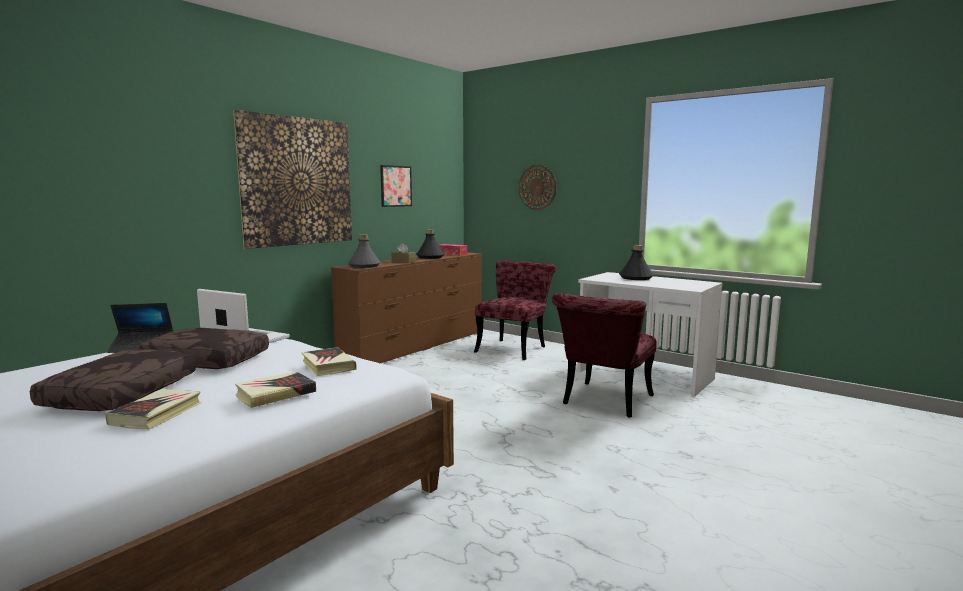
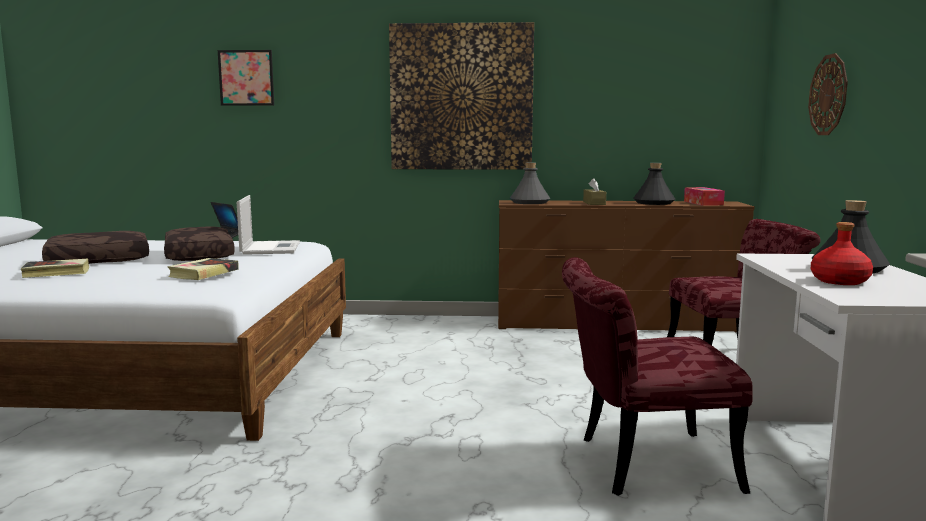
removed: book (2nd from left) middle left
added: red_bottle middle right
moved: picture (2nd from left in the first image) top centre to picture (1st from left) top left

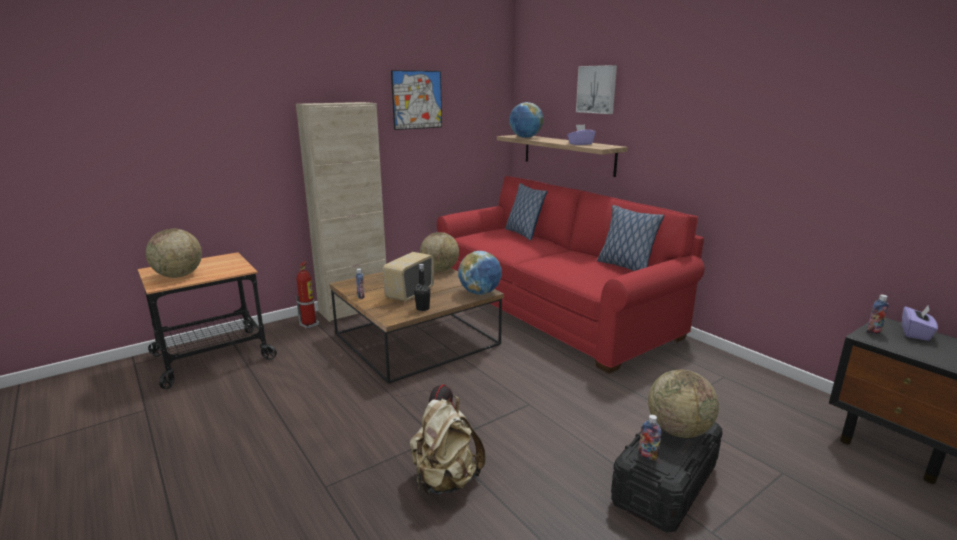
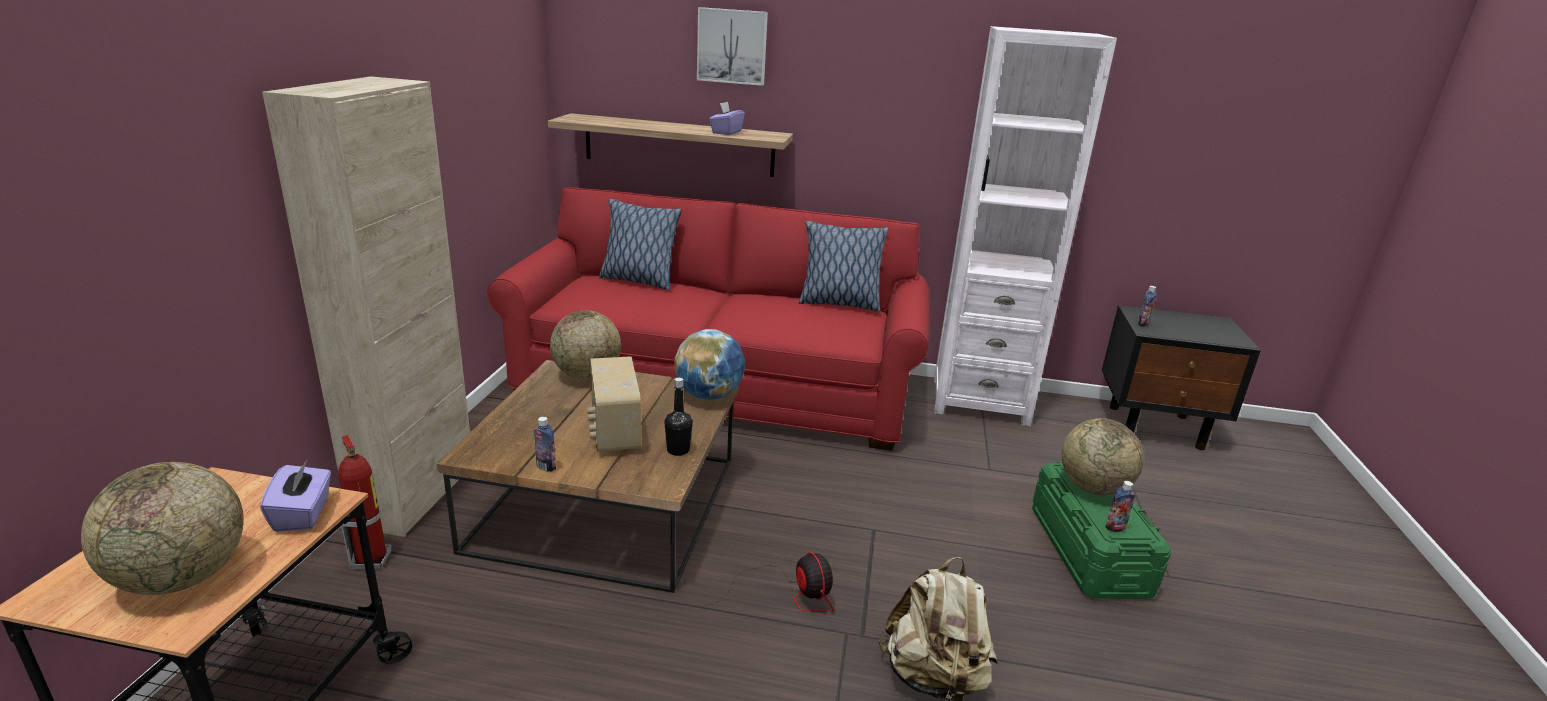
removed: picture (1st from left) top centre; globe (4th from left) top centre
added: white_bookcase top centre
moved: purple_tissue_box (2nd from left in the first image) middle right to purple_tissue_box (1st from left) bottom left
recoloured: black_storage_box bottom right to green_storage_box bottom right

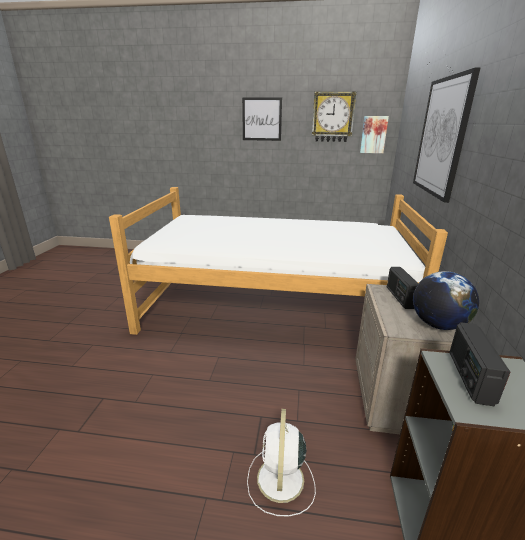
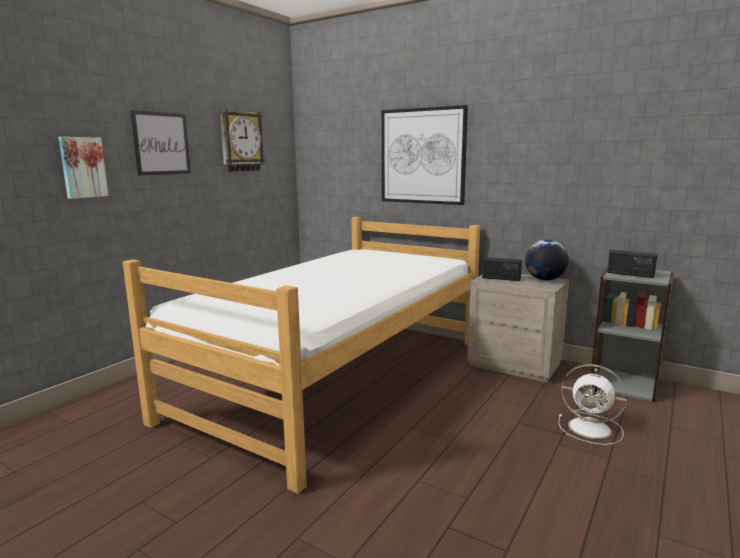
moved: picture (2nd from left in the first image) top right to picture (1st from left) top left

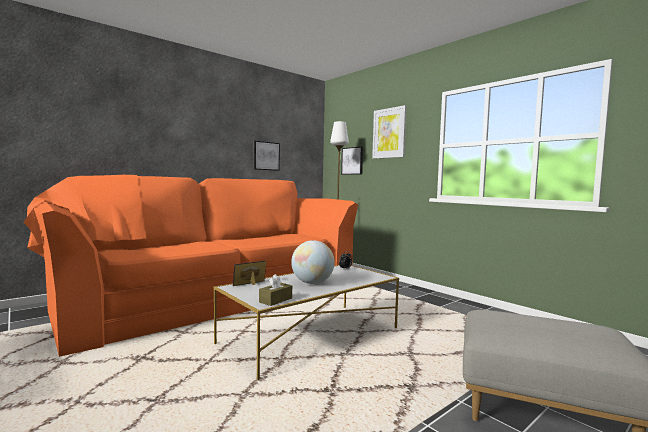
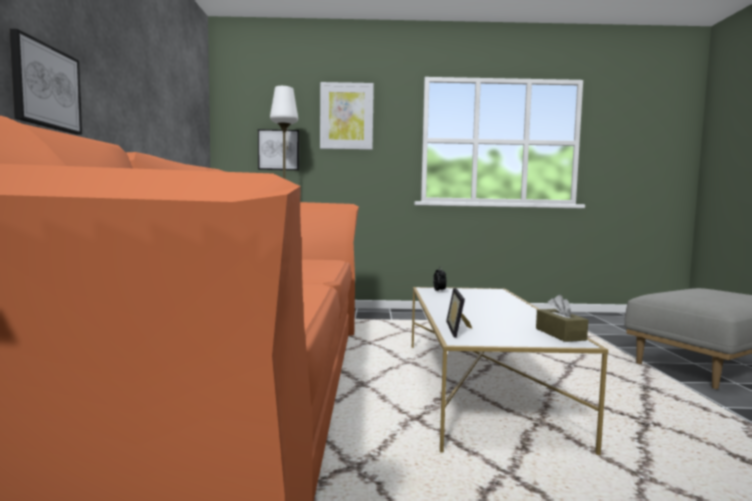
removed: globe centre
moved: picture (1st from left) centre to top left

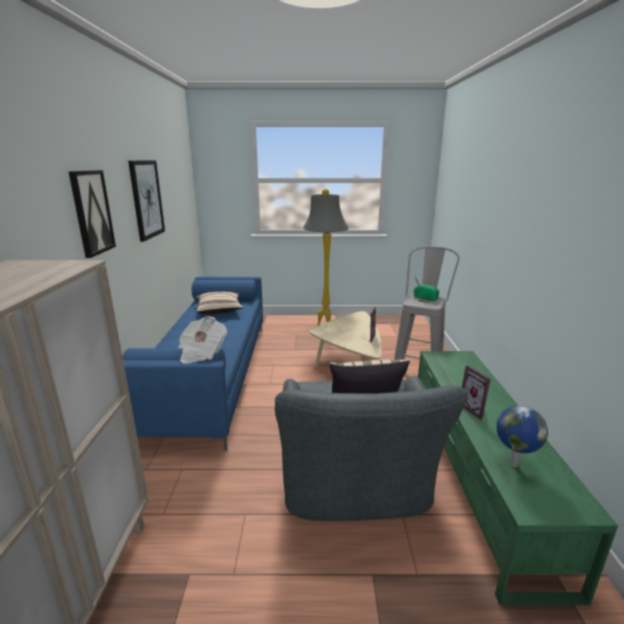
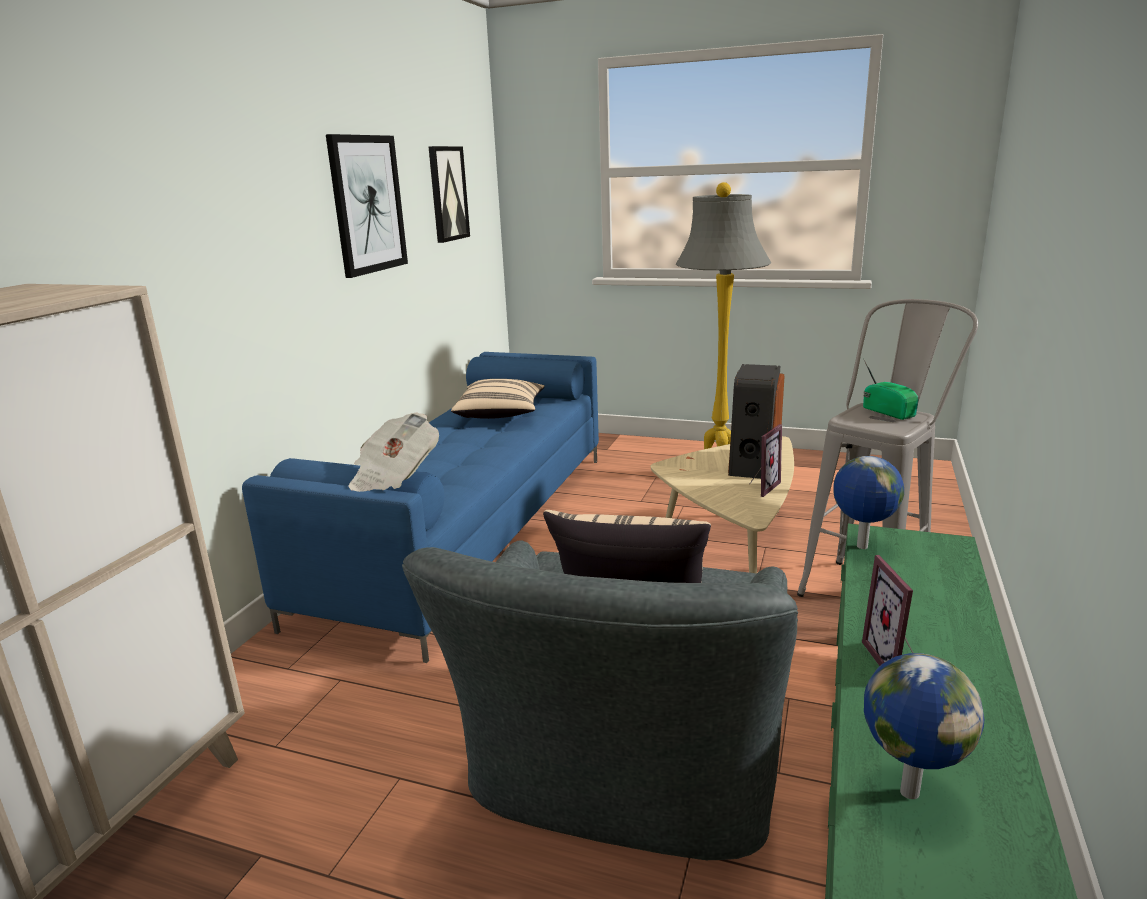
added: speaker centre; globe (1st from left) middle right
moved: picture (1st from left in the first image) middle left to picture (2nd from left) top centre

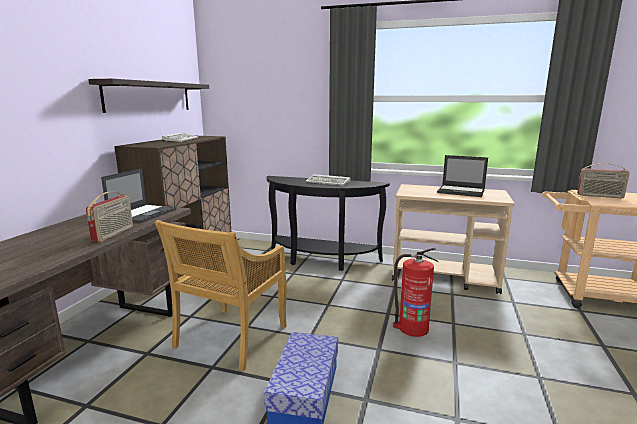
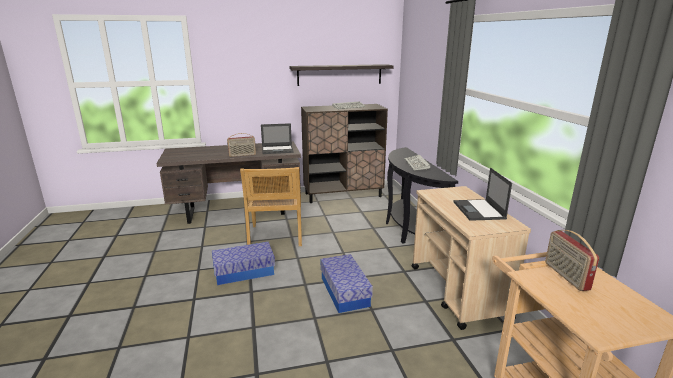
replaced: fire_extinguisher bottom centre to storage_box (2nd from left) bottom centre
turned: beige_chair bottom centre = centre 90 degrees counterclockwise

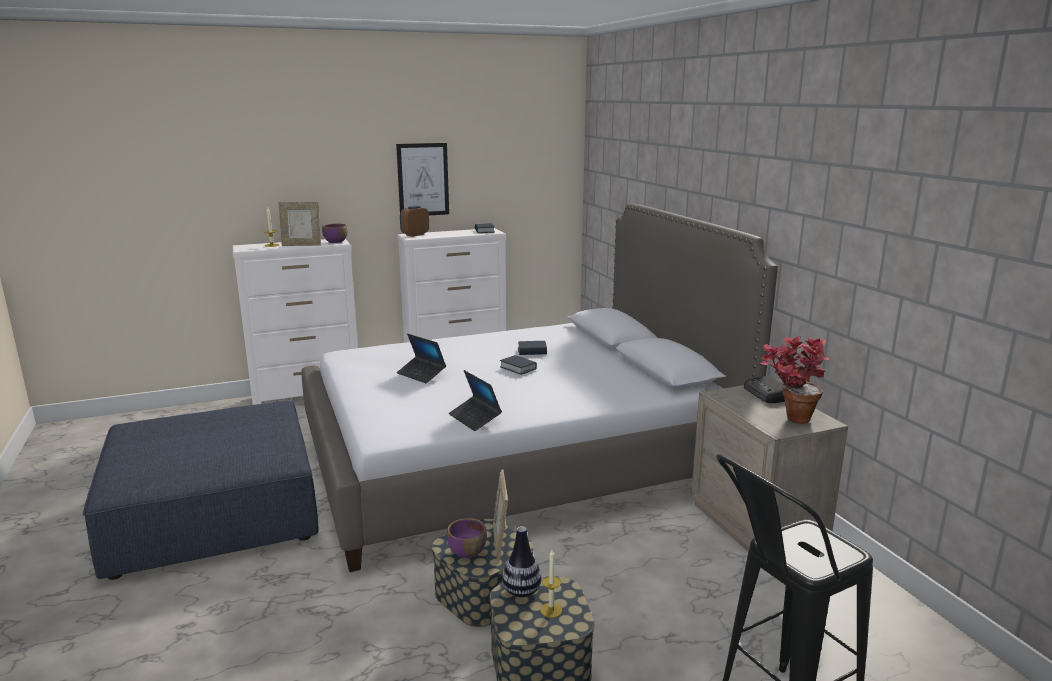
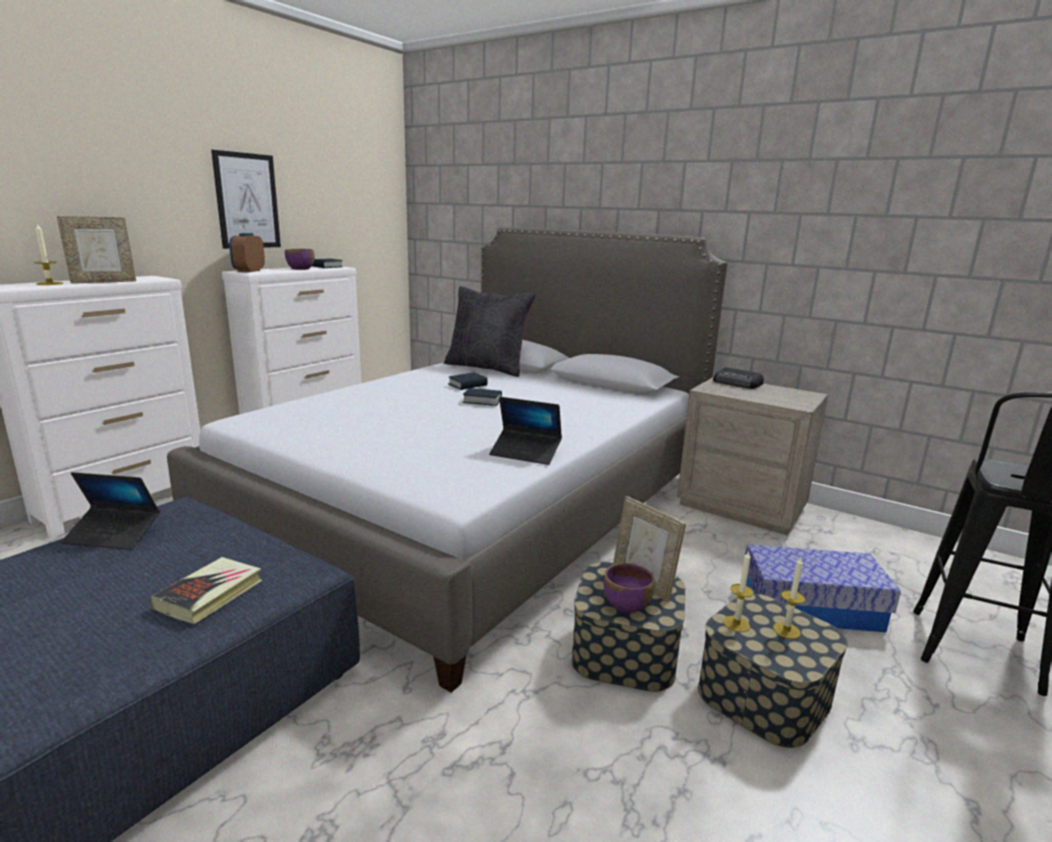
removed: potted_plant middle right
added: book (1st from left) bottom left; black_pillow centre; storage_box (3rd from left) bottom right
moved: purple_bowl (1st from left) middle left to top left; laptop (1st from left) centre to middle left
replaced: vase bottom centre to candle (2nd from left) bottom right

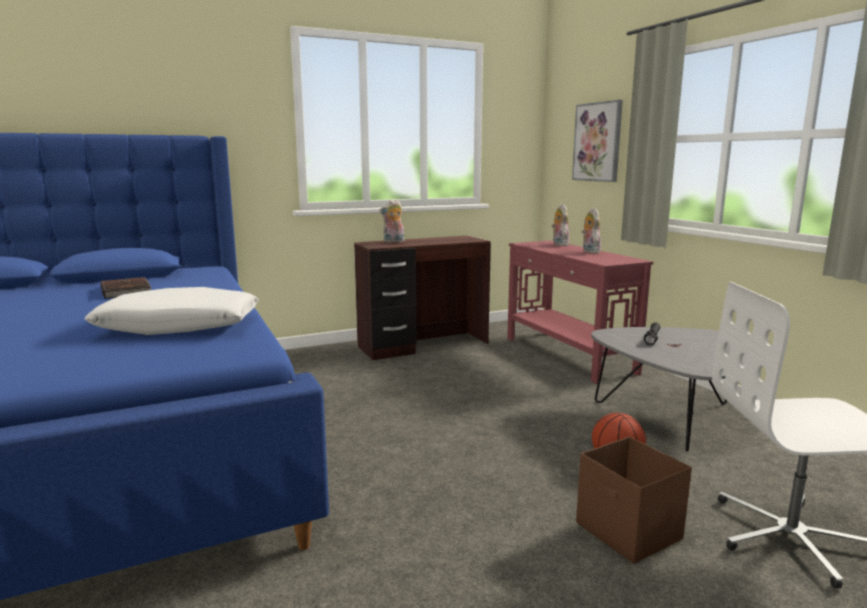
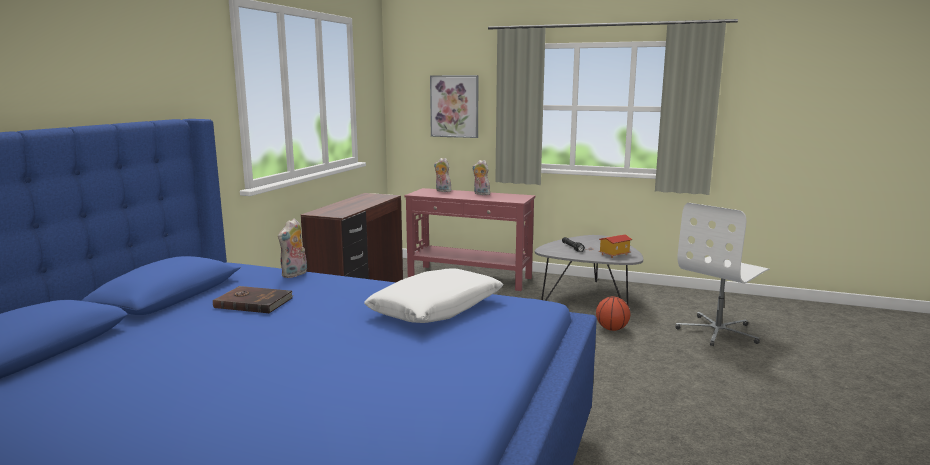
removed: brown_storage_box bottom right
added: toy_house centre
moved: plush_toy (1st from left) centre to middle left

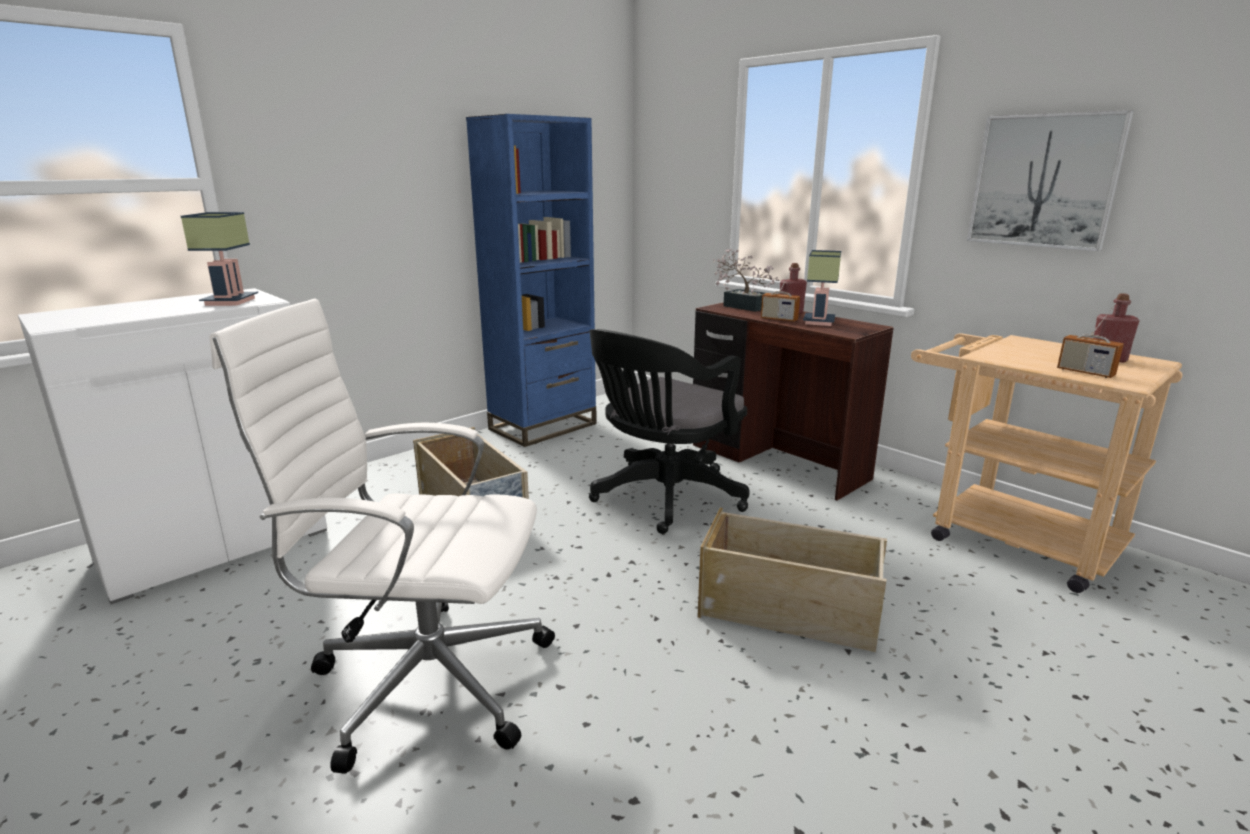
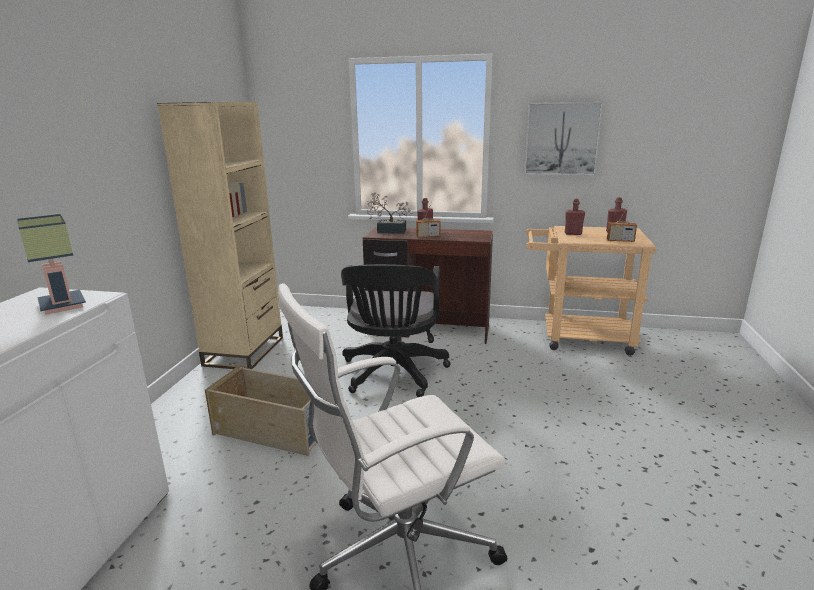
removed: beige_storage_box (2nd from left) bottom centre; table_lamp (2nd from left) centre
added: red_bottle (2nd from left) middle right
recoloured: blue_bookcase centre to beige_bookcase middle left

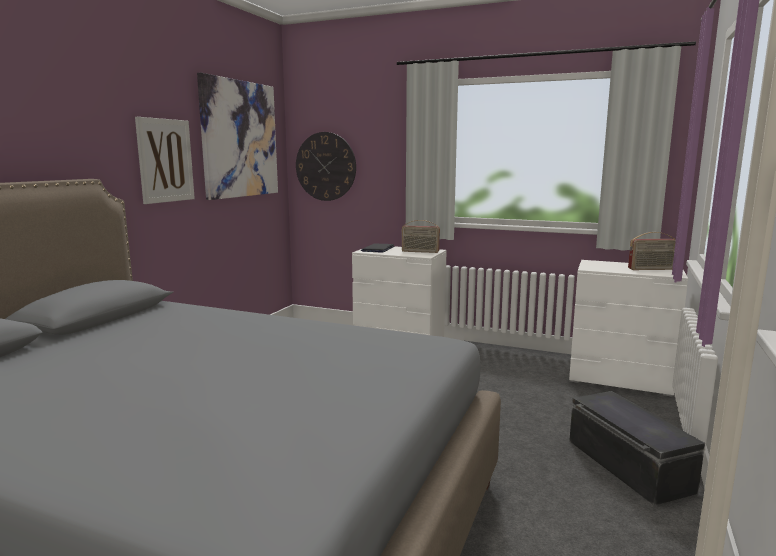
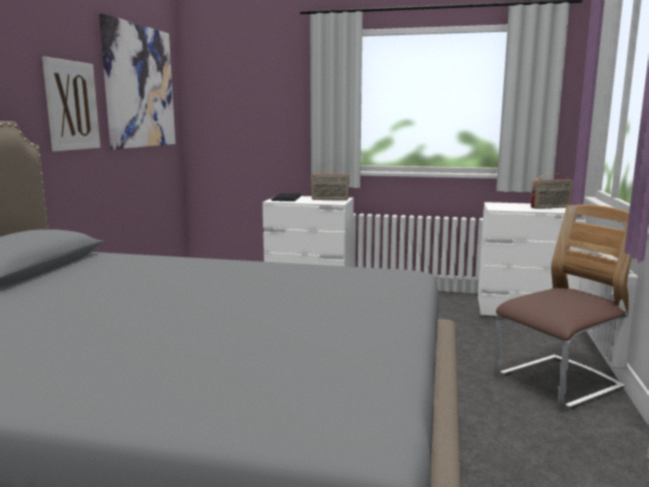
removed: wall_clock top centre
replaced: black_storage_box bottom right to chair middle right

